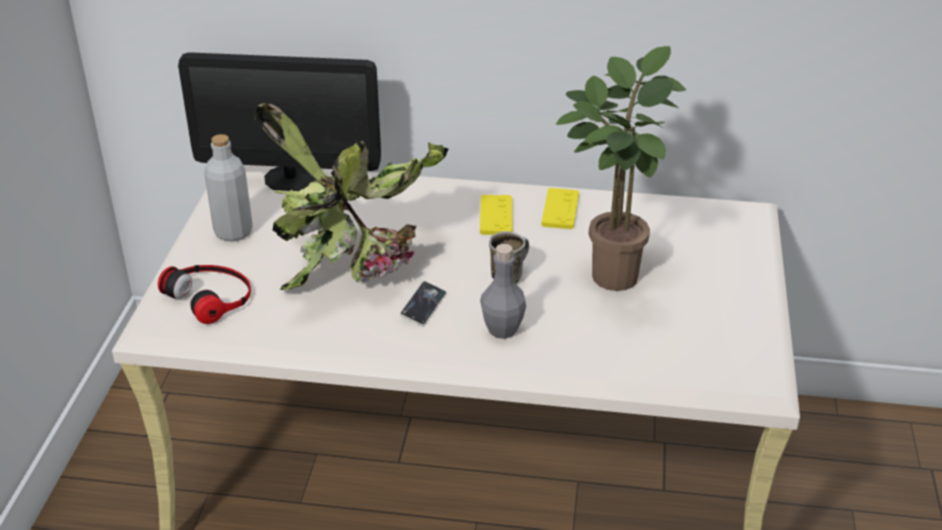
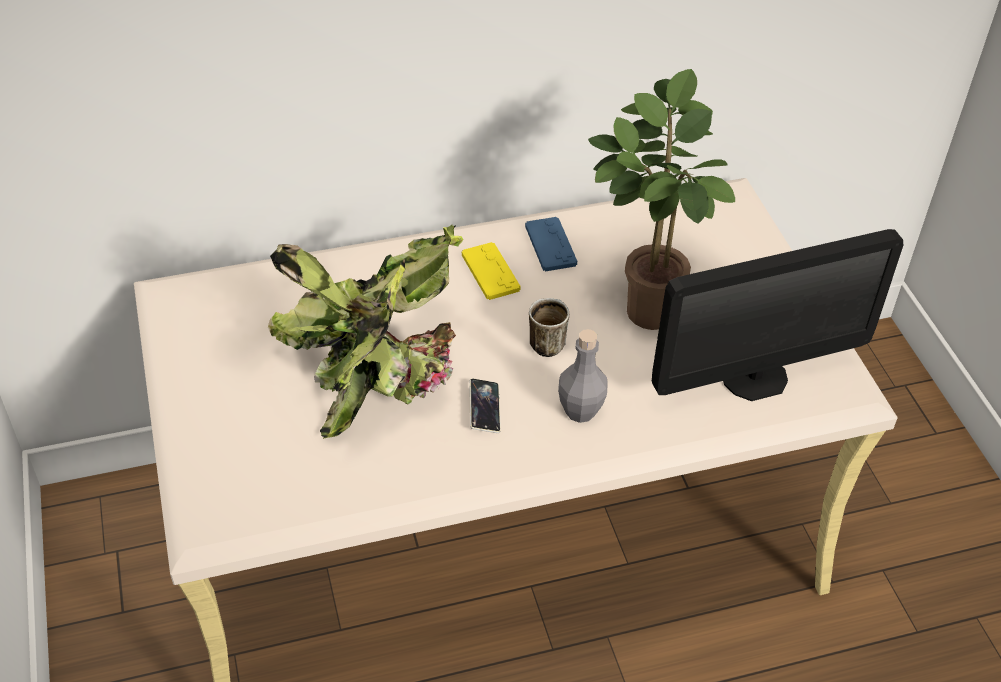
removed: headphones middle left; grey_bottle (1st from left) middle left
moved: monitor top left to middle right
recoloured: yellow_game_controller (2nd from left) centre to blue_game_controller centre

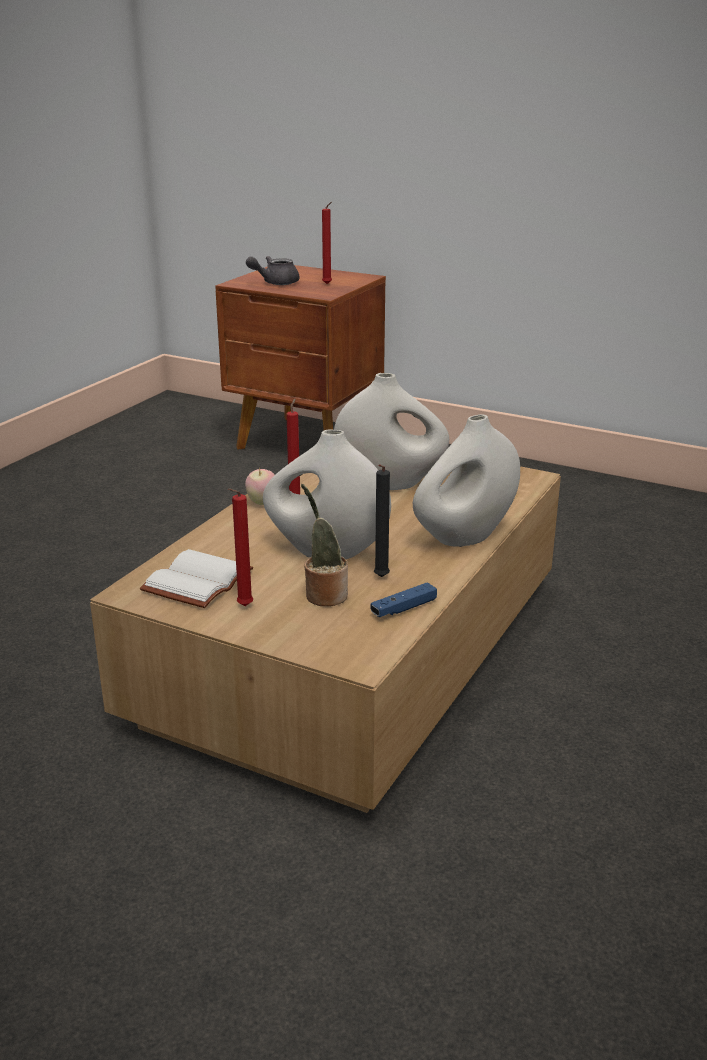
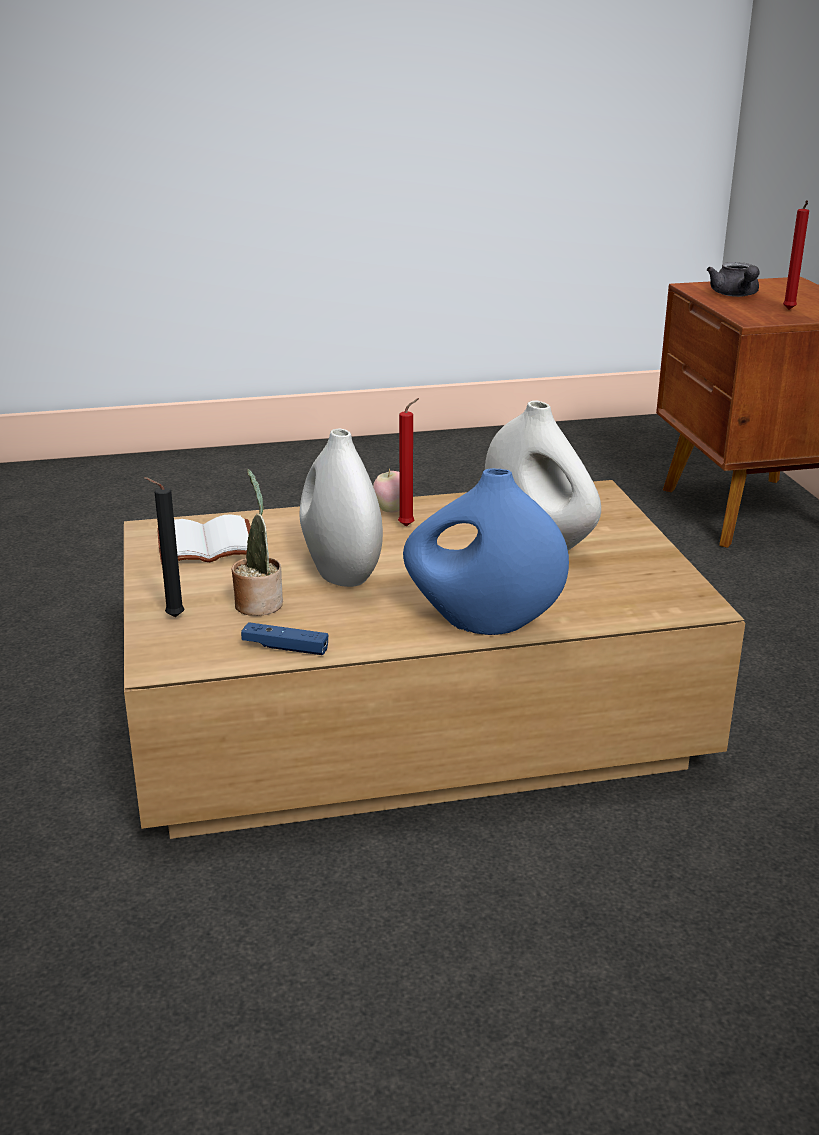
removed: red_candle (1st from left) centre
moved: black_candle centre to middle left
recoloured: white_vase (3rd from left) centre to blue_vase centre
turned: grey_teapot top centre = top right 120 degrees counterclockwise

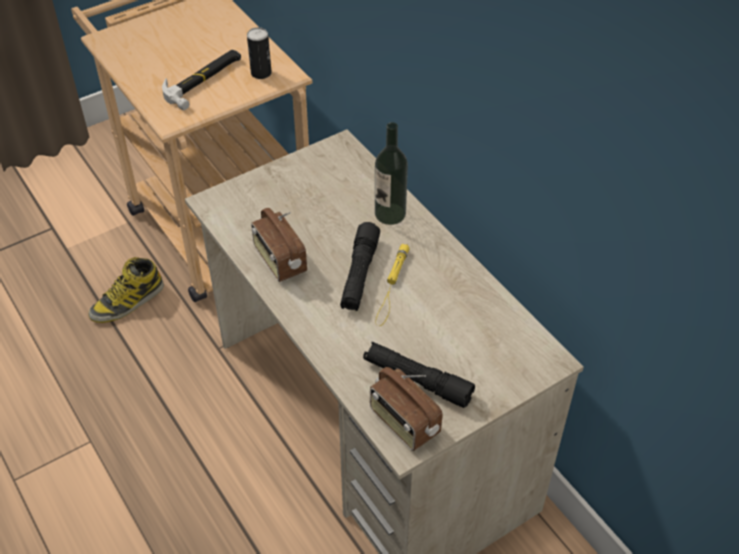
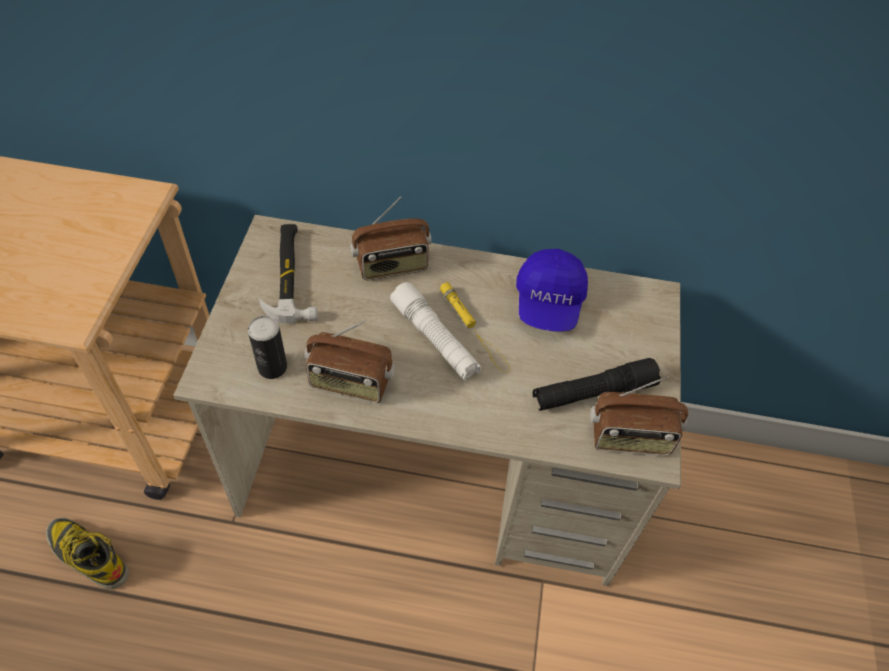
added: blue_cap centre
moved: hammer top left to middle left; can top centre to middle left
replaced: bottle top centre to radio (2nd from left) centre
recoloured: black_flashlight (1st from left) centre to white_flashlight centre
turned: boot middle left = bottom left 120 degrees clockwise

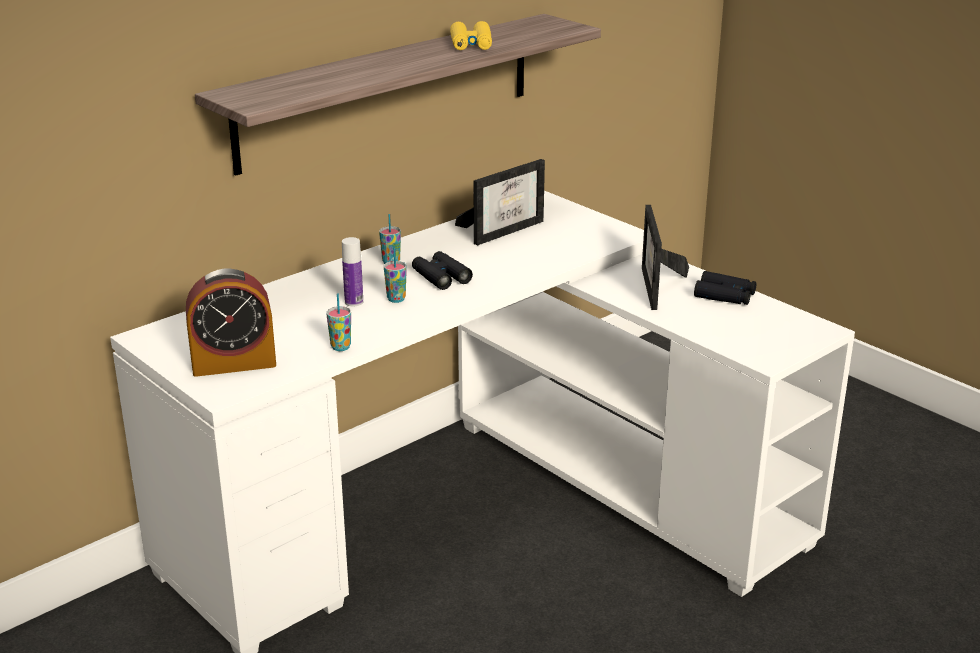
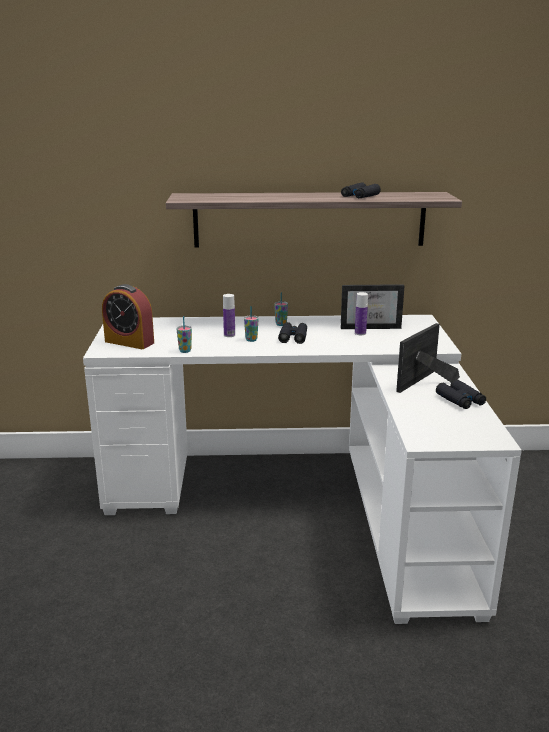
added: bottle (2nd from left) centre
recoloured: yellow_binoculars top centre to black_binoculars (2nd from left) top centre

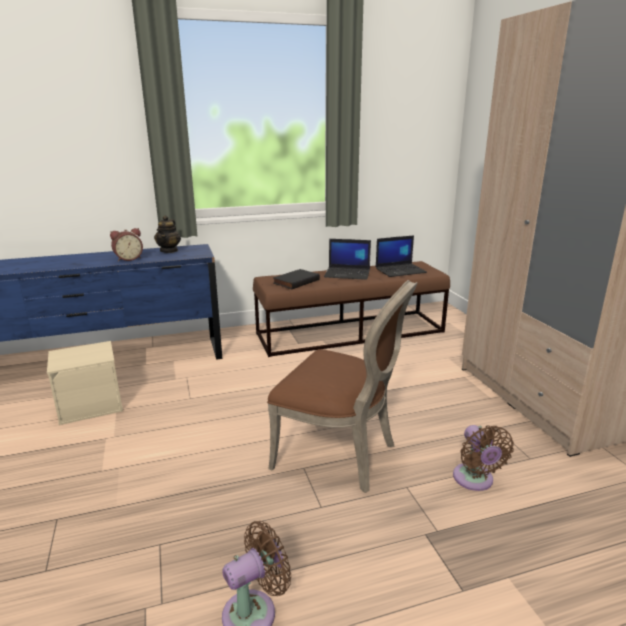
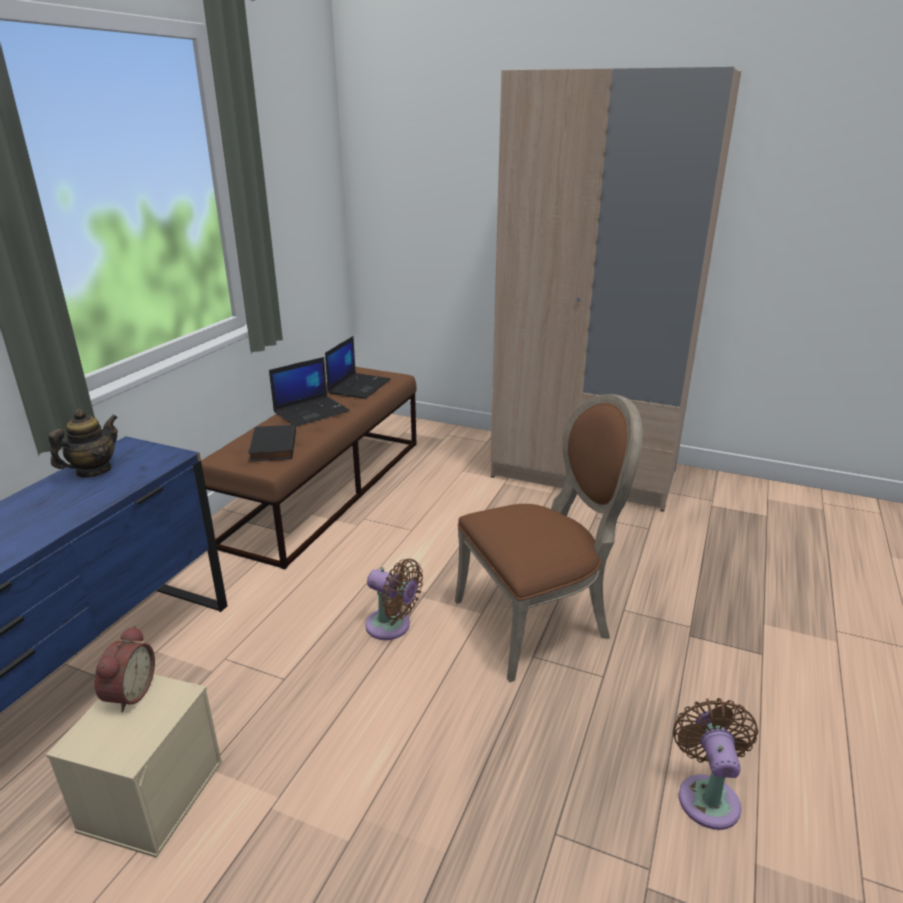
moved: alarm_clock middle left to bottom left; brown_fan (2nd from left in the first image) bottom right to brown_fan (1st from left) centre
turned: teapot middle left = middle left 105 degrees counterclockwise

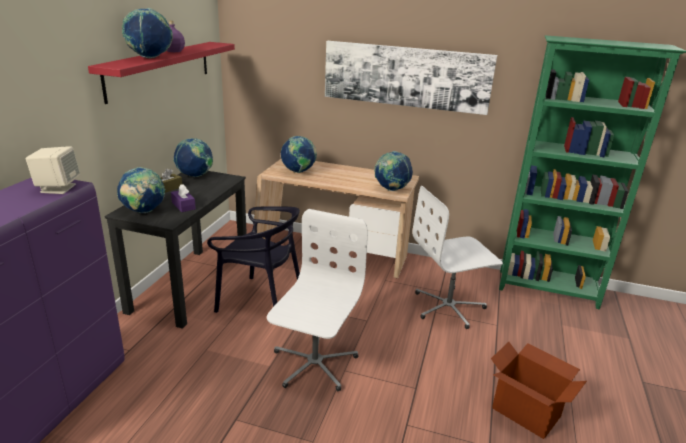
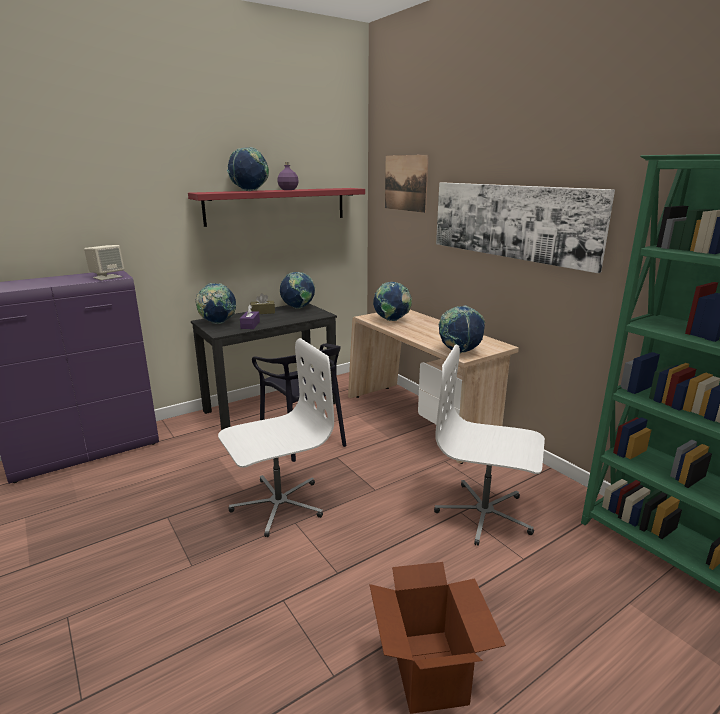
added: picture (1st from left) top centre

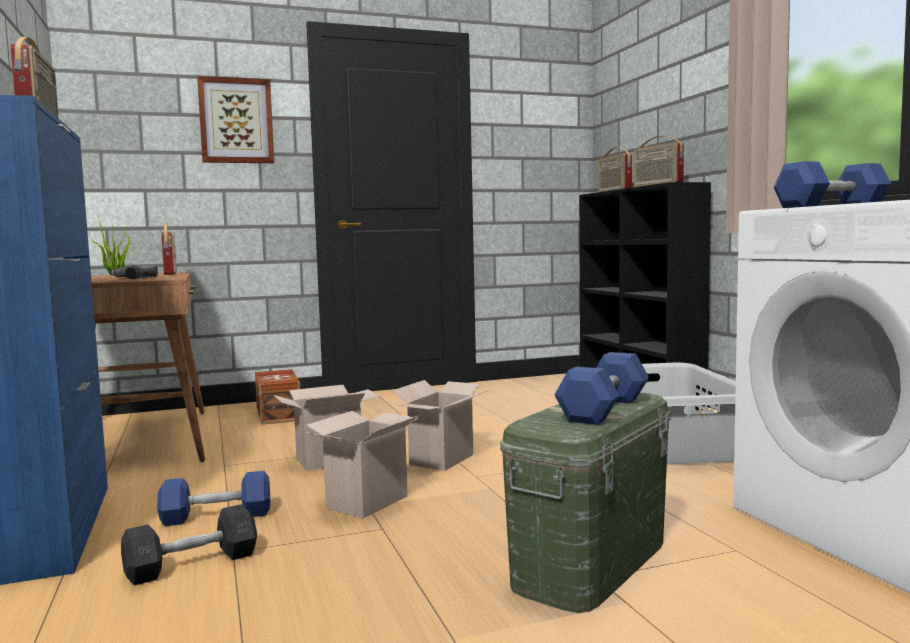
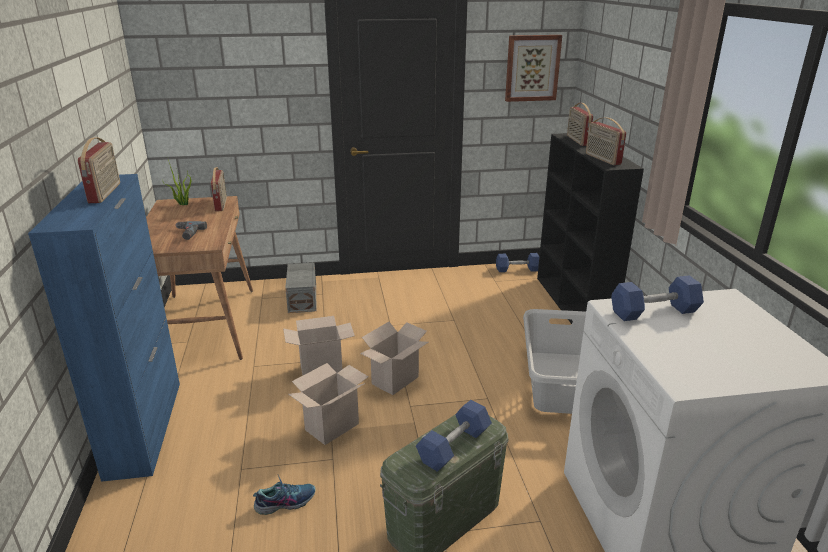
removed: grey_dumbbell bottom left
added: shoe bottom centre
moved: blue_dumbbell (1st from left in the first image) bottom left to blue_dumbbell (2nd from left) centre; picture top left to top centre
recoloured: brown_storage_box middle left to grey_storage_box centre

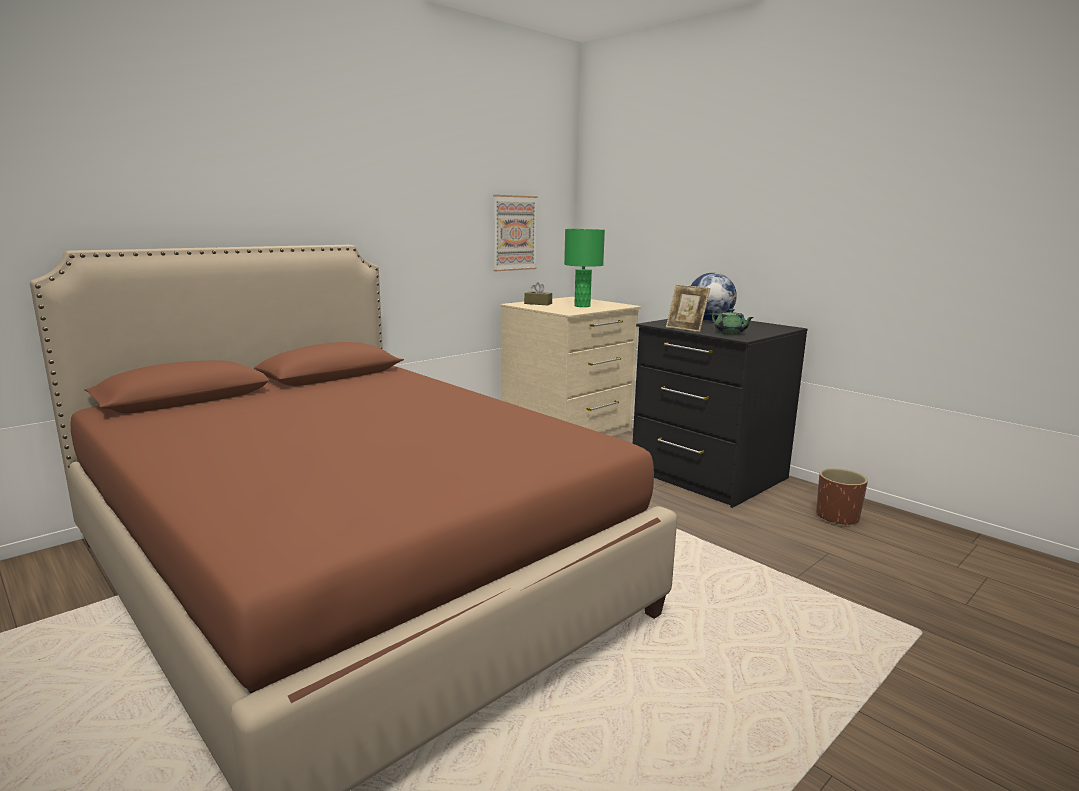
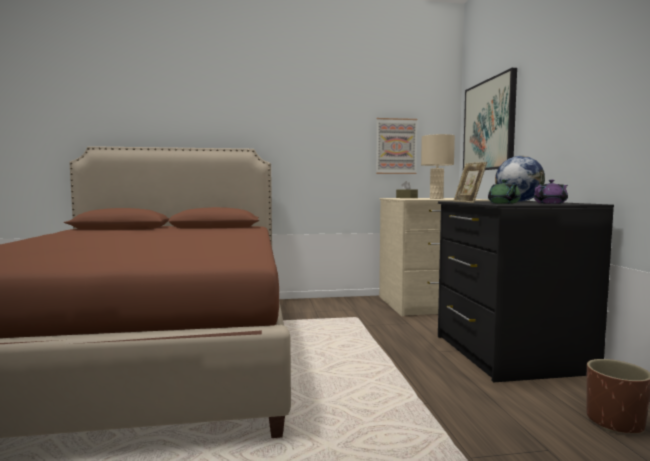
added: picture (2nd from left) top right; purple_teapot middle right
recoloured: green_table_lamp centre to beige_table_lamp middle right

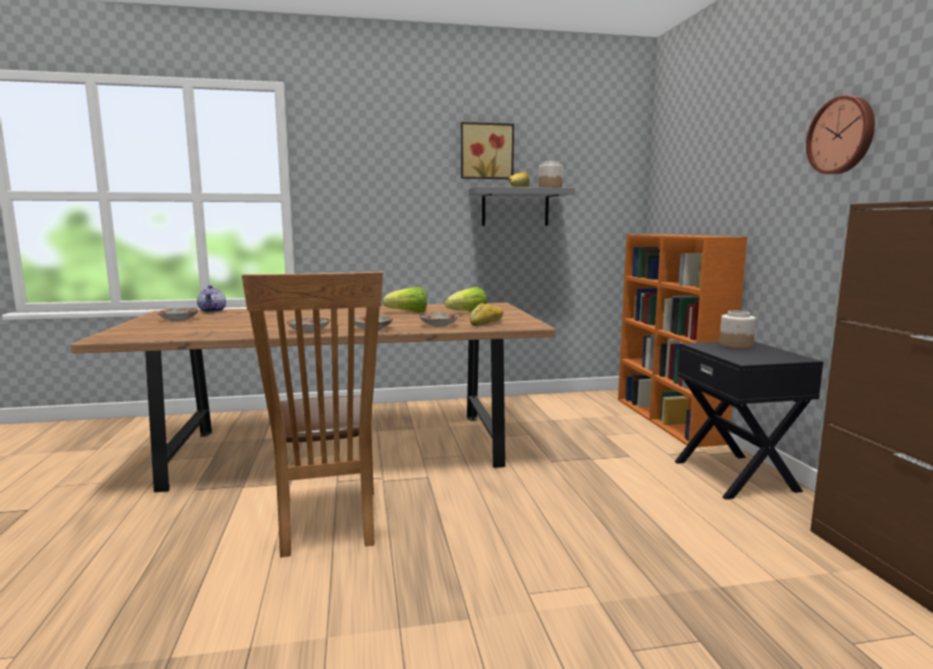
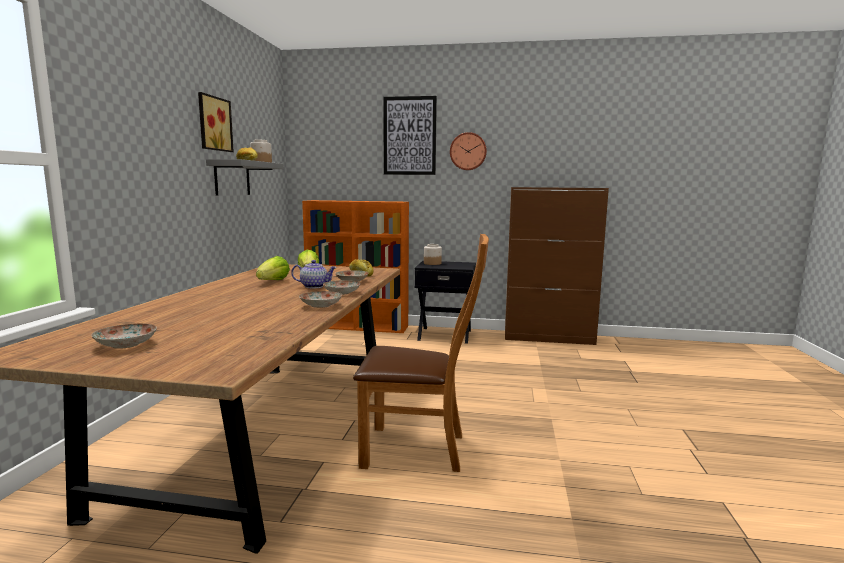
added: picture (2nd from left) top centre
moved: teapot middle left to centre

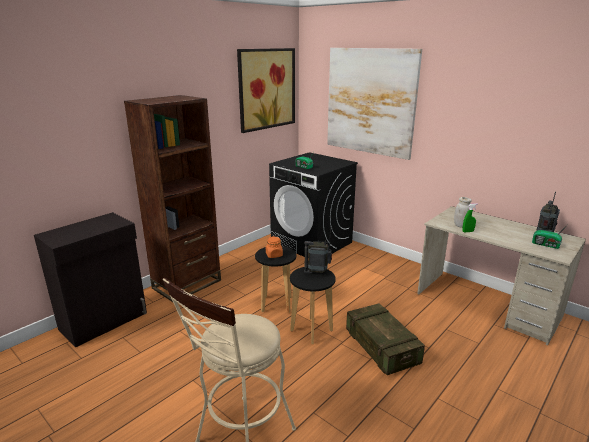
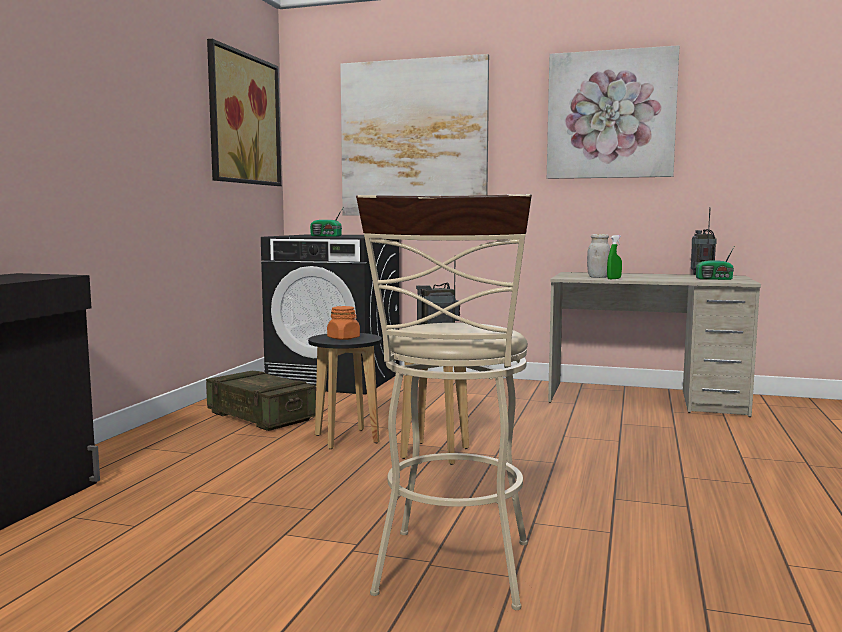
removed: brown_bookcase middle left
added: picture (3rd from left) top right
moved: crate bottom centre to middle left

